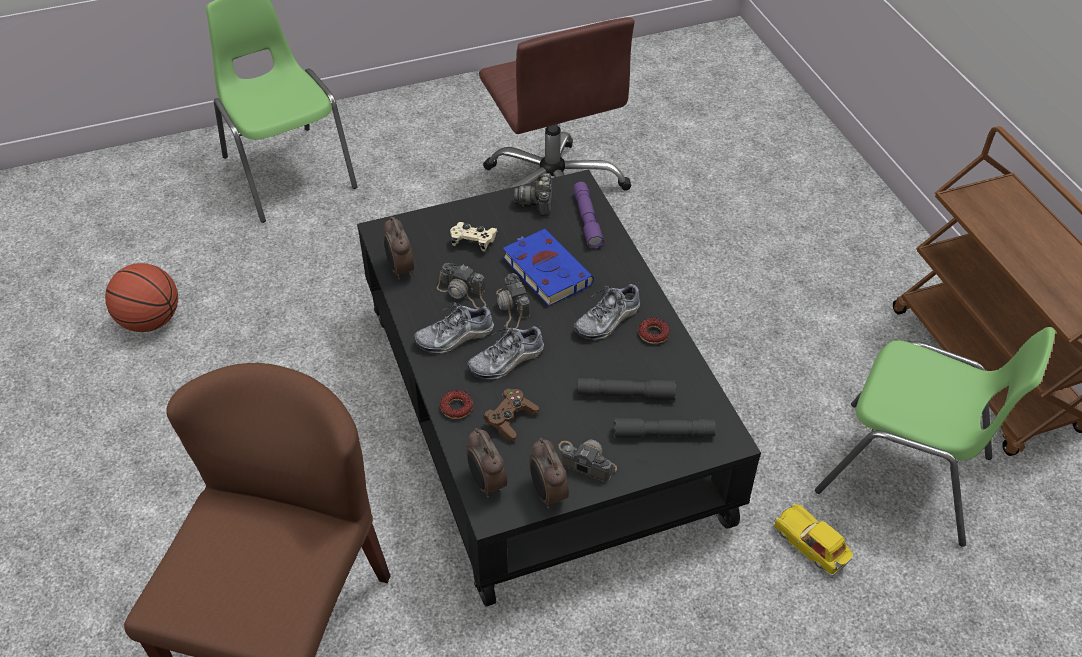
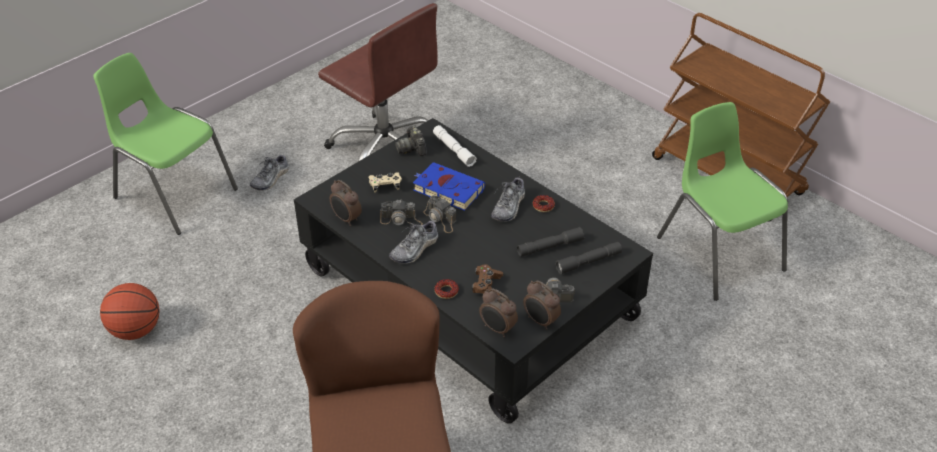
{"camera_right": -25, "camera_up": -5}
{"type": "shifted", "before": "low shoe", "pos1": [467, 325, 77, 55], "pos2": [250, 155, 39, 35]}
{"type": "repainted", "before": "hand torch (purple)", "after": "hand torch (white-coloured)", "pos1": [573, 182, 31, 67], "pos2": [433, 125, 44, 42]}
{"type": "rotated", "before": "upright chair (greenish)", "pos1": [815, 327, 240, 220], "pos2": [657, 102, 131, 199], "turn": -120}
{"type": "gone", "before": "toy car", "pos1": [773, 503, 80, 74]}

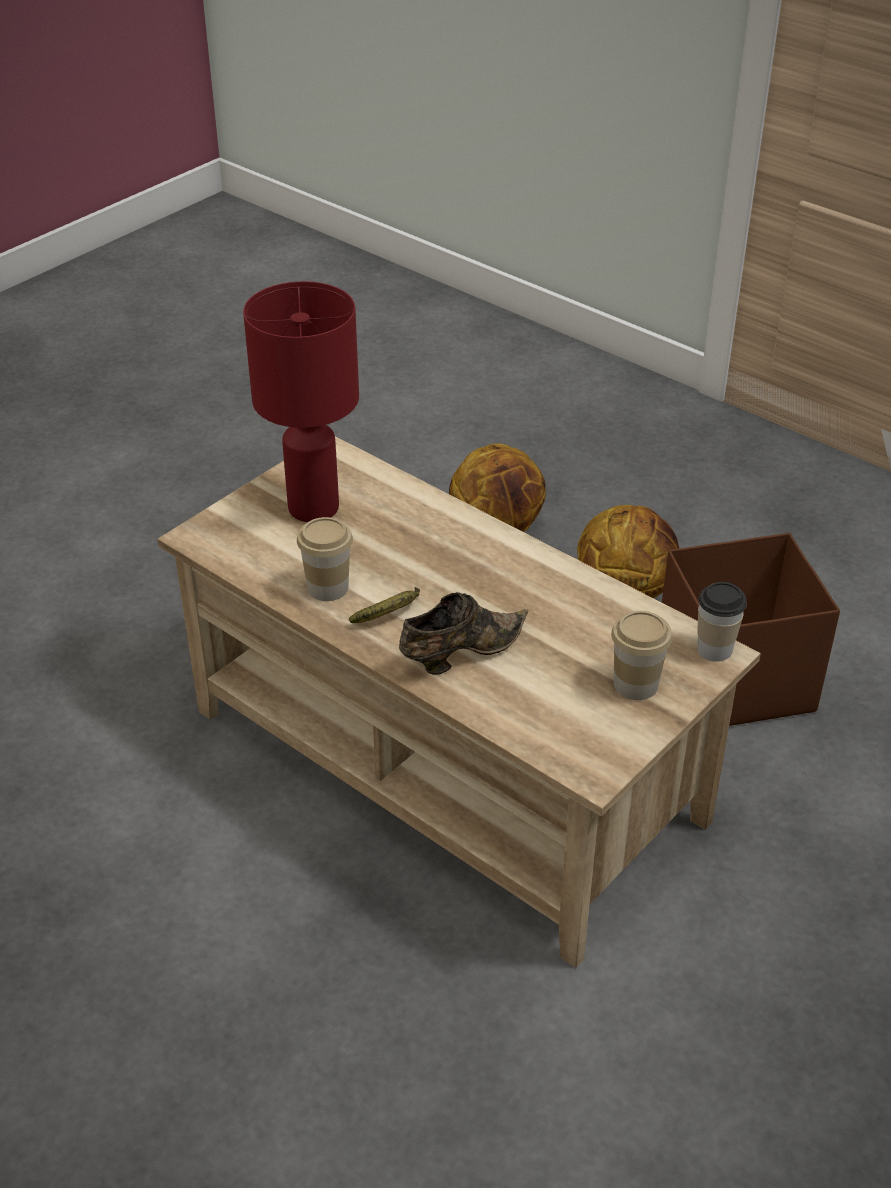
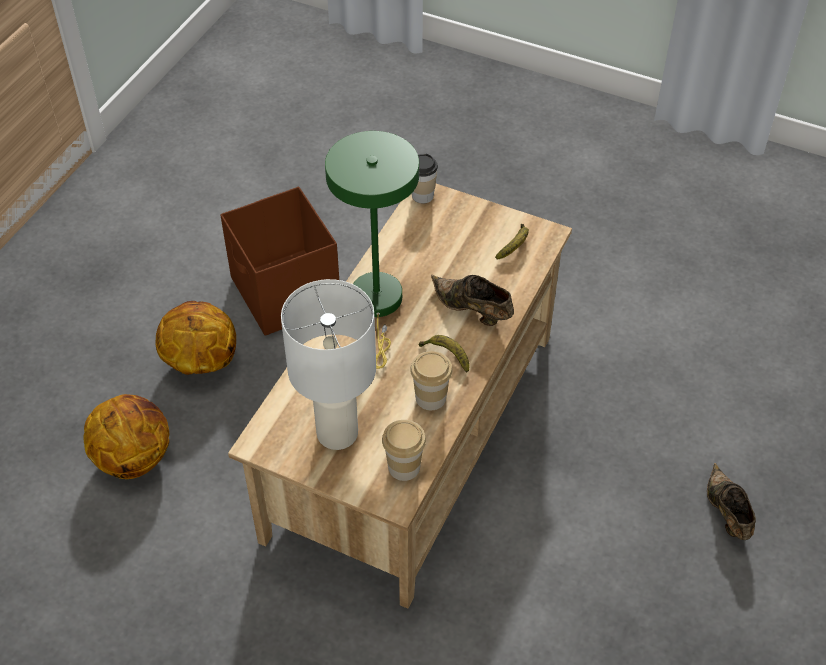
{"camera_right": -105, "camera_up": 10}
{"type": "repainted", "before": "lamp for a table (reddish)", "after": "lamp for a table (white-coloured)", "pos1": [243, 281, 116, 241], "pos2": [281, 279, 95, 171]}
{"type": "new", "after": "lamp for a table (greenish)", "pos2": [325, 131, 94, 238]}
{"type": "shifted", "before": "drinking cup", "pos1": [611, 611, 61, 89], "pos2": [382, 420, 44, 61]}
{"type": "new", "after": "banana", "pos2": [495, 224, 34, 35]}
{"type": "new", "after": "low shoe (brownish)", "pos2": [707, 463, 49, 77]}

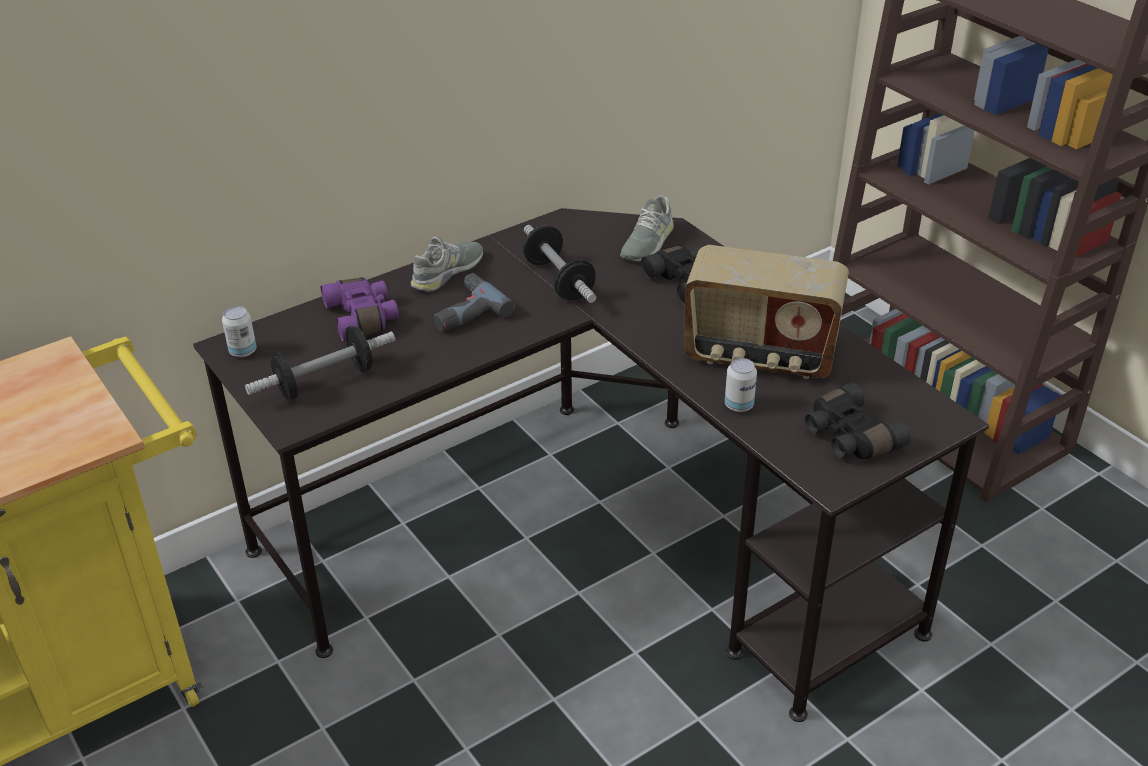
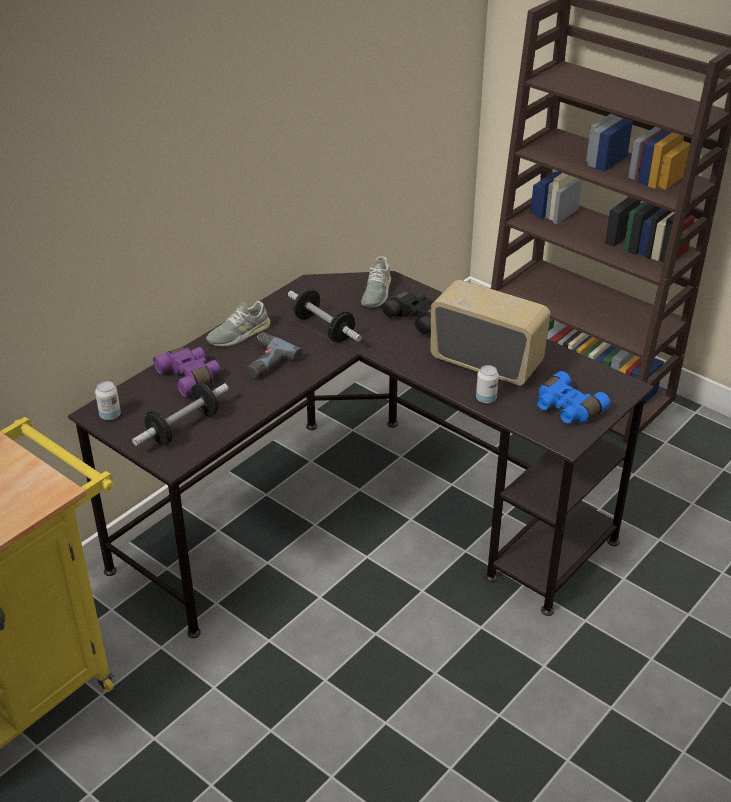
{"camera_right": -15, "camera_up": 0}
{"type": "rotated", "before": "low shoe (grey)", "pos1": [411, 236, 72, 56], "pos2": [206, 301, 65, 46], "turn": -150}
{"type": "rotated", "before": "radio receiver", "pos1": [684, 245, 165, 134], "pos2": [430, 280, 121, 105], "turn": -150}
{"type": "repainted", "before": "pair of binoculars (black-coloured)", "after": "pair of binoculars (blue)", "pos1": [805, 382, 106, 77], "pos2": [537, 371, 73, 52]}

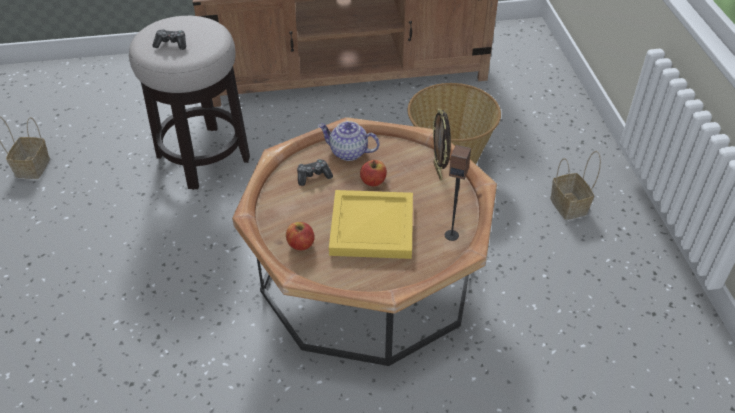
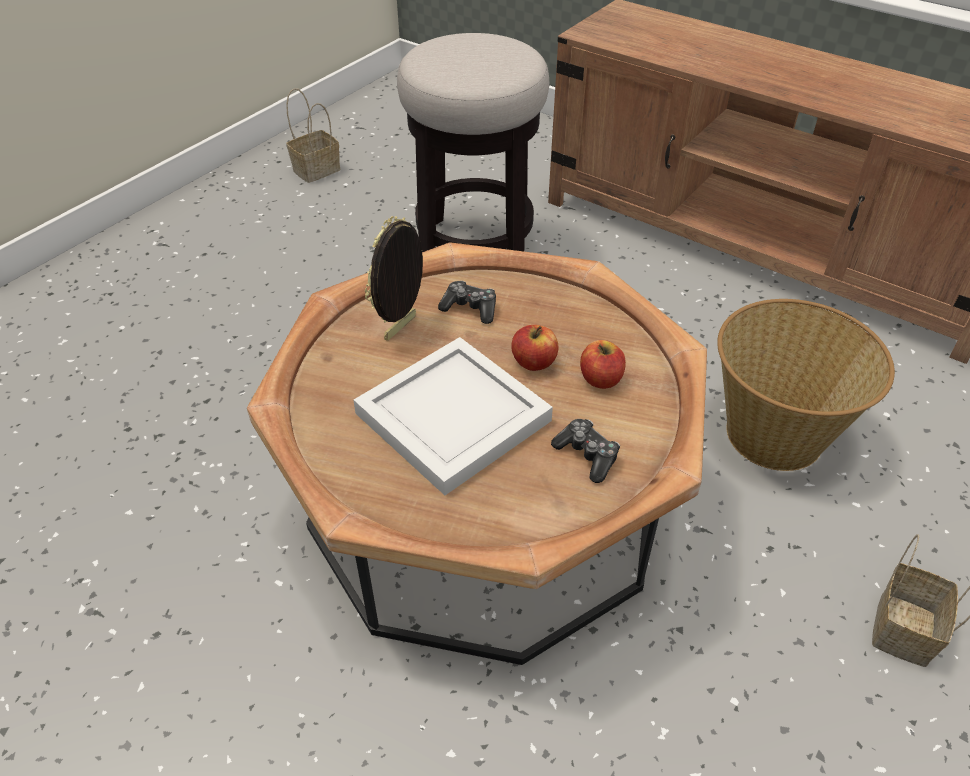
{"camera_right": 45, "camera_up": 0}
{"type": "repainted", "before": "carrying tray (yellow)", "after": "carrying tray (white-coloured)", "pos1": [329, 190, 84, 69], "pos2": [353, 337, 200, 158]}
{"type": "shifted", "before": "photo frame", "pos1": [433, 109, 18, 72], "pos2": [365, 216, 58, 125]}
{"type": "shifted", "before": "game controller", "pos1": [152, 29, 34, 21], "pos2": [551, 419, 69, 64]}
{"type": "shifted", "before": "whole apple", "pos1": [286, 222, 29, 28], "pos2": [580, 340, 46, 49]}
{"type": "gone", "before": "teapot", "pos1": [318, 121, 62, 40]}
{"type": "gone", "before": "speaker", "pos1": [445, 145, 26, 96]}

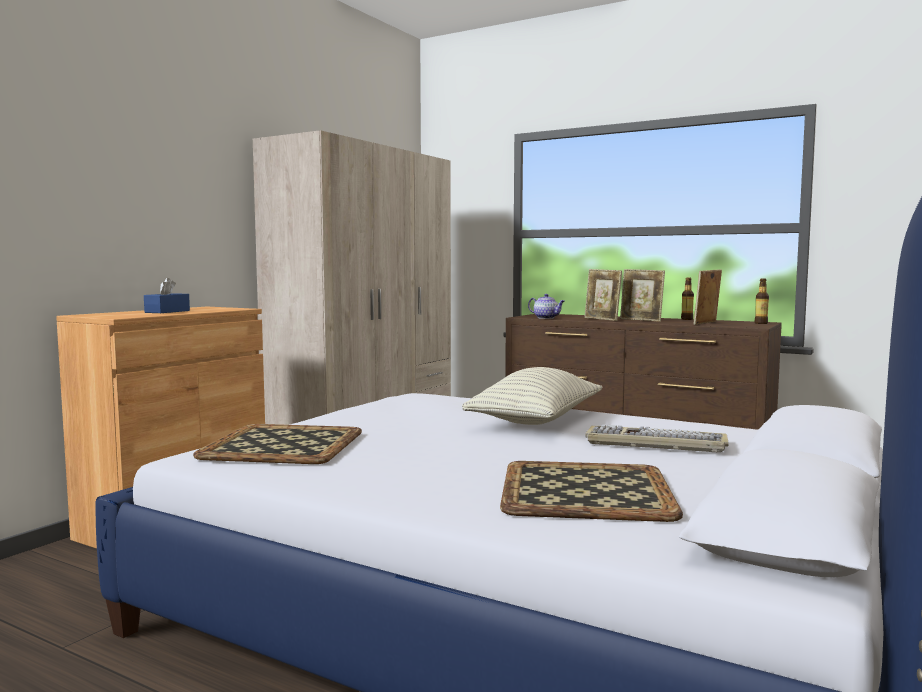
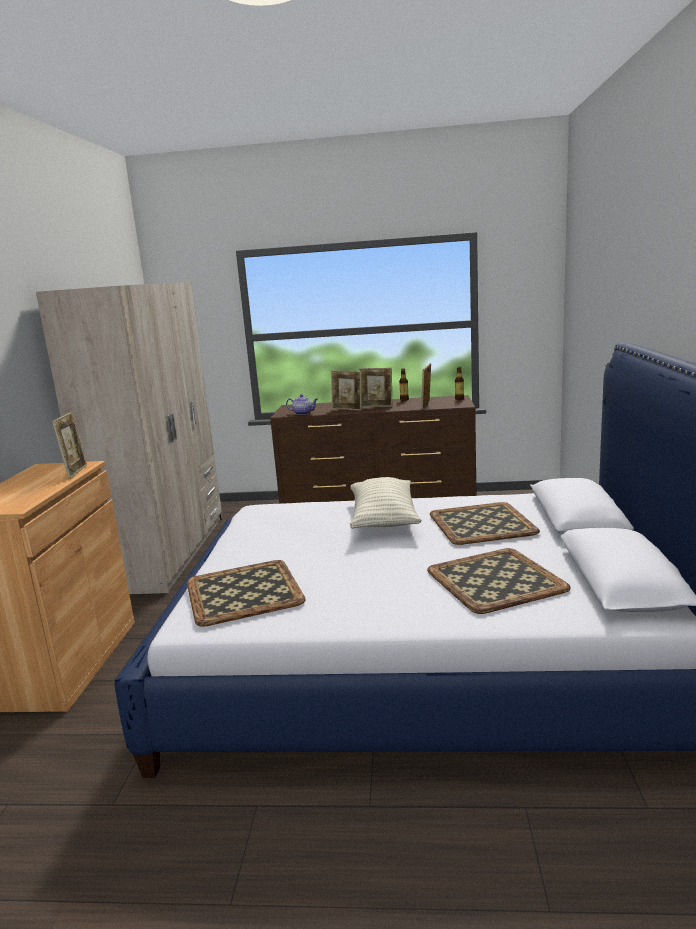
{"camera_right": -25, "camera_up": 10}
{"type": "new", "after": "photo frame", "pos2": [52, 412, 35, 67]}
{"type": "swapped", "before": "keyboard", "after": "carrying tray", "pos1": [585, 424, 144, 29], "pos2": [430, 502, 110, 43]}
{"type": "gone", "before": "tissue box (blue)", "pos1": [144, 277, 46, 36]}

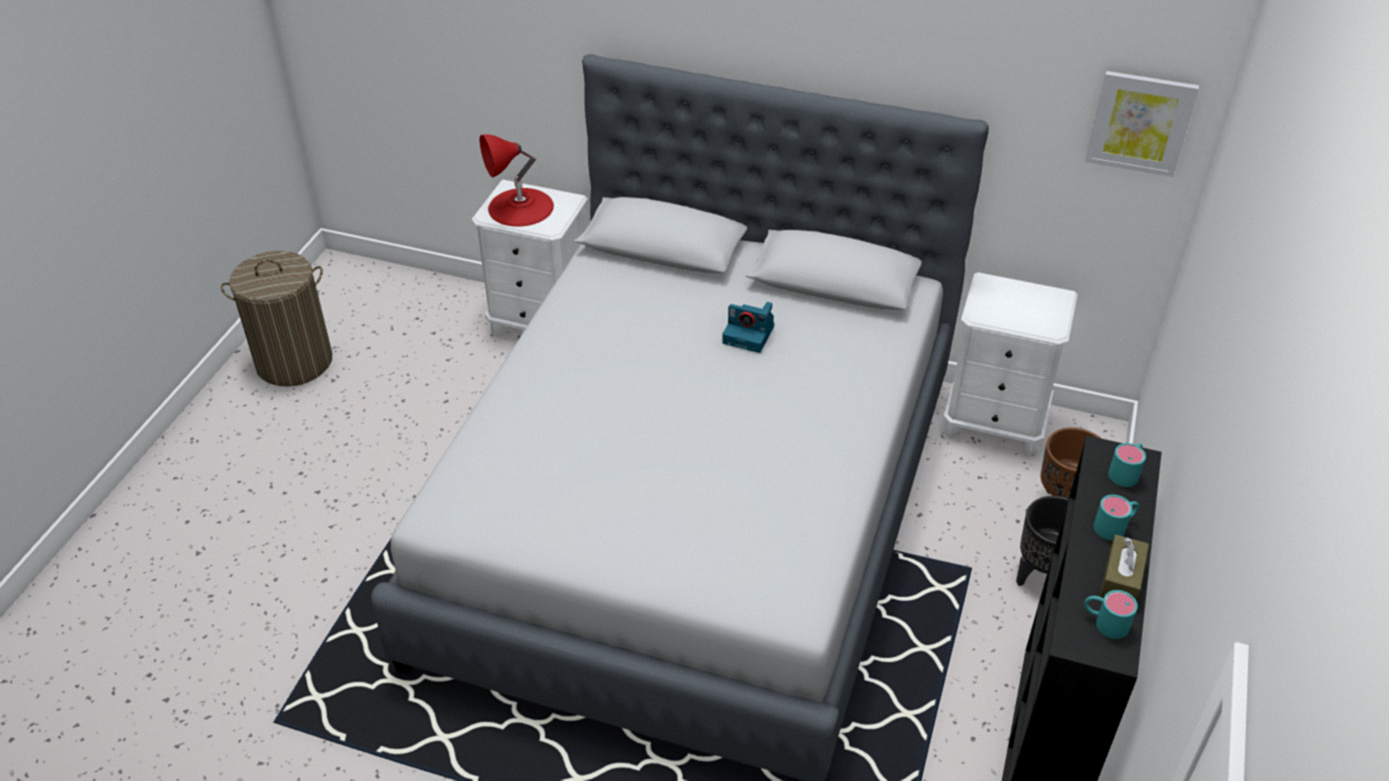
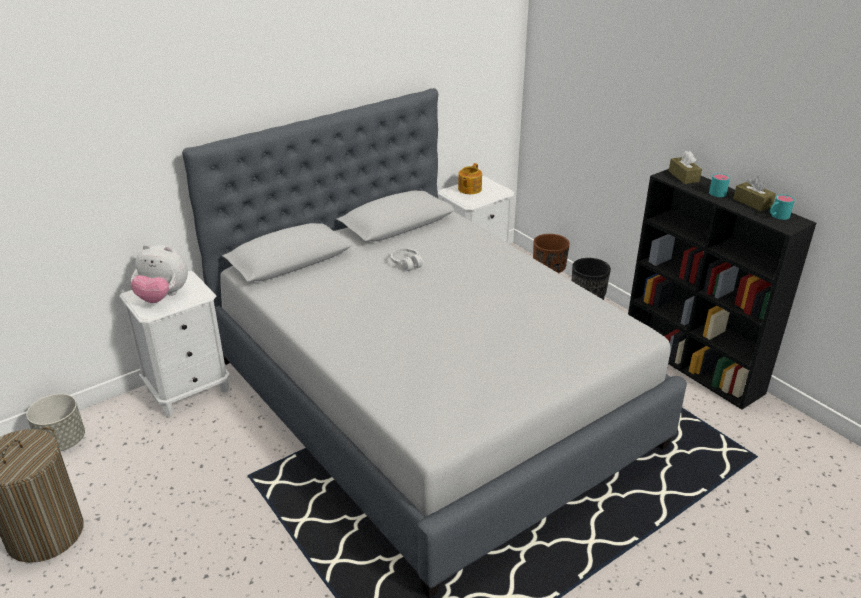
{"camera_right": -55, "camera_up": -10}
{"type": "new", "after": "flower pot (grey)", "pos2": [26, 394, 59, 57]}
{"type": "swapped", "before": "lamp for a table (reddish)", "after": "soft toy", "pos1": [480, 134, 74, 93], "pos2": [130, 245, 58, 58]}
{"type": "swapped", "before": "photo camera", "after": "pair of headphones (white-coloured)", "pos1": [722, 302, 52, 51], "pos2": [391, 248, 32, 23]}
{"type": "new", "after": "teapot", "pos2": [458, 163, 24, 31]}
{"type": "swapped", "before": "coffee mug (turquoise)", "after": "tissue box (brownish)", "pos1": [1108, 443, 38, 44], "pos2": [669, 151, 33, 33]}
{"type": "gone", "before": "wall picture", "pos1": [1085, 71, 114, 106]}

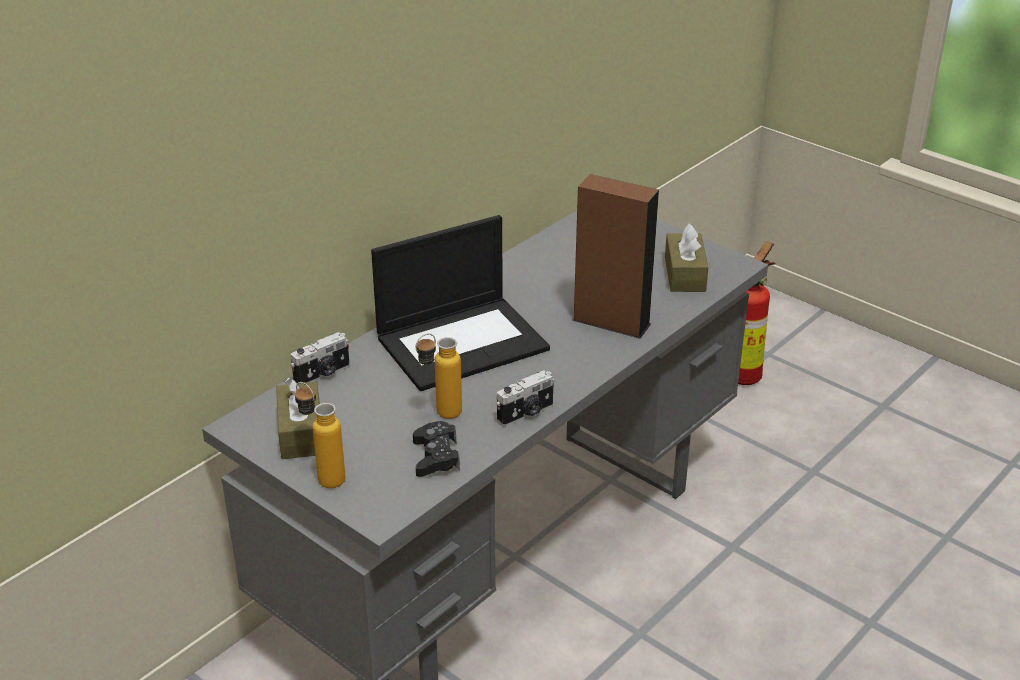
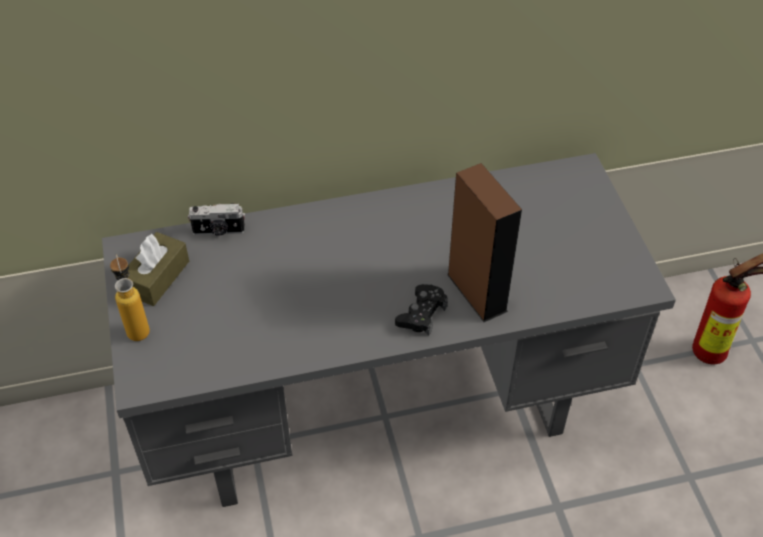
{"camera_right": 35, "camera_up": 15}
{"type": "shifted", "before": "game controller (black-coloured)", "pos1": [413, 421, 47, 56], "pos2": [395, 284, 53, 52]}
{"type": "gone", "before": "notebook computer", "pos1": [371, 215, 179, 176]}
{"type": "gone", "before": "beverage bottle", "pos1": [416, 333, 46, 86]}
{"type": "gone", "before": "photo camera", "pos1": [496, 370, 58, 57]}
{"type": "gone", "before": "tissue box (brownish)", "pos1": [665, 224, 44, 68]}

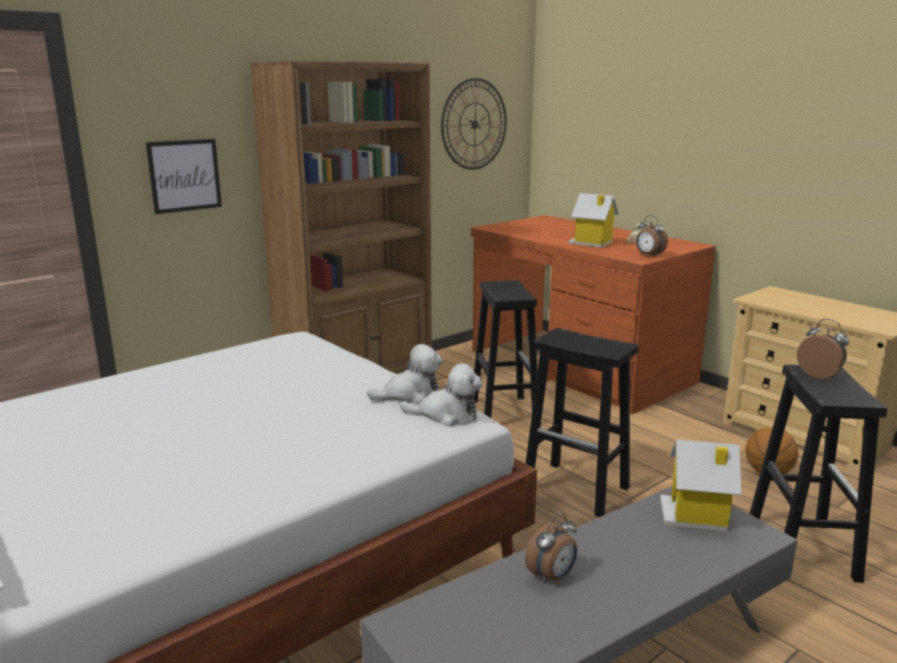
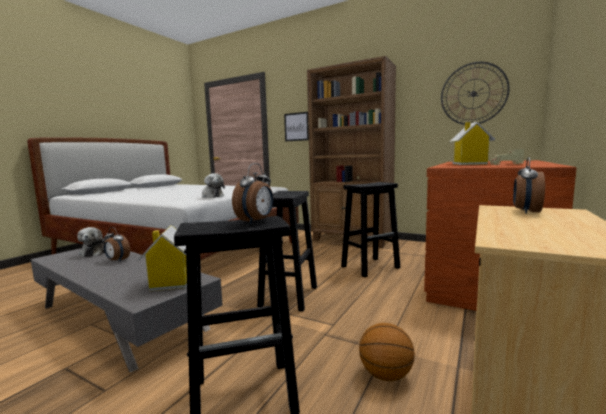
{"camera_right": 70, "camera_up": -10}
{"type": "shifted", "before": "soft toy", "pos1": [400, 363, 83, 64], "pos2": [77, 227, 30, 30]}
{"type": "shifted", "before": "table clock", "pos1": [636, 215, 32, 42], "pos2": [513, 157, 32, 57]}

